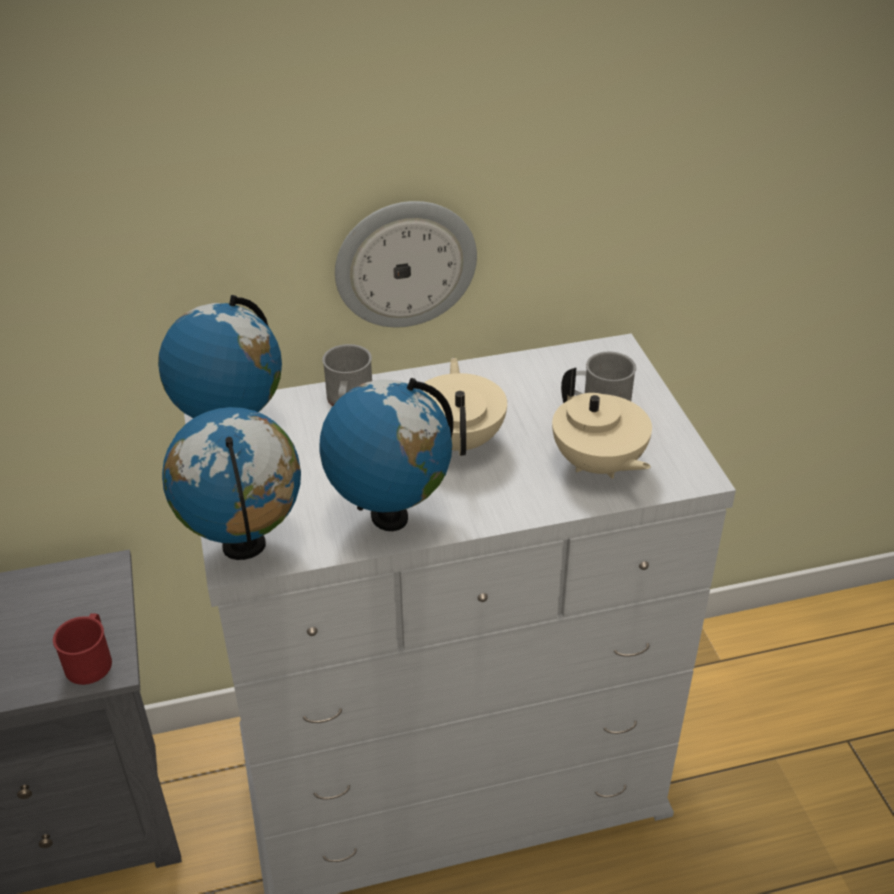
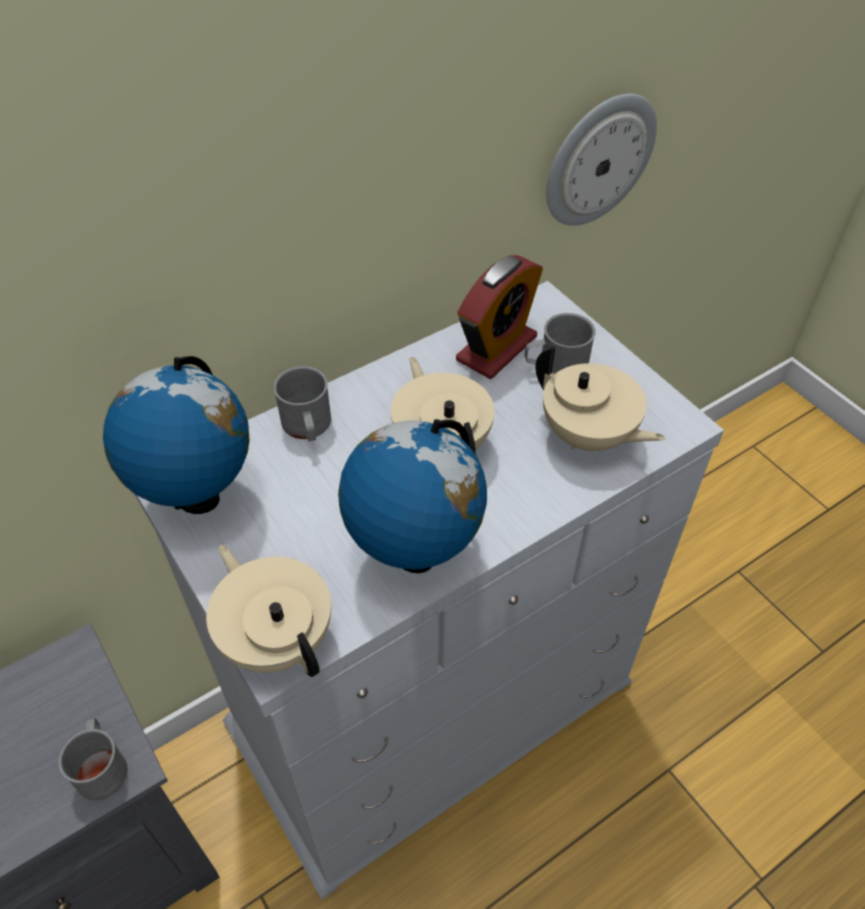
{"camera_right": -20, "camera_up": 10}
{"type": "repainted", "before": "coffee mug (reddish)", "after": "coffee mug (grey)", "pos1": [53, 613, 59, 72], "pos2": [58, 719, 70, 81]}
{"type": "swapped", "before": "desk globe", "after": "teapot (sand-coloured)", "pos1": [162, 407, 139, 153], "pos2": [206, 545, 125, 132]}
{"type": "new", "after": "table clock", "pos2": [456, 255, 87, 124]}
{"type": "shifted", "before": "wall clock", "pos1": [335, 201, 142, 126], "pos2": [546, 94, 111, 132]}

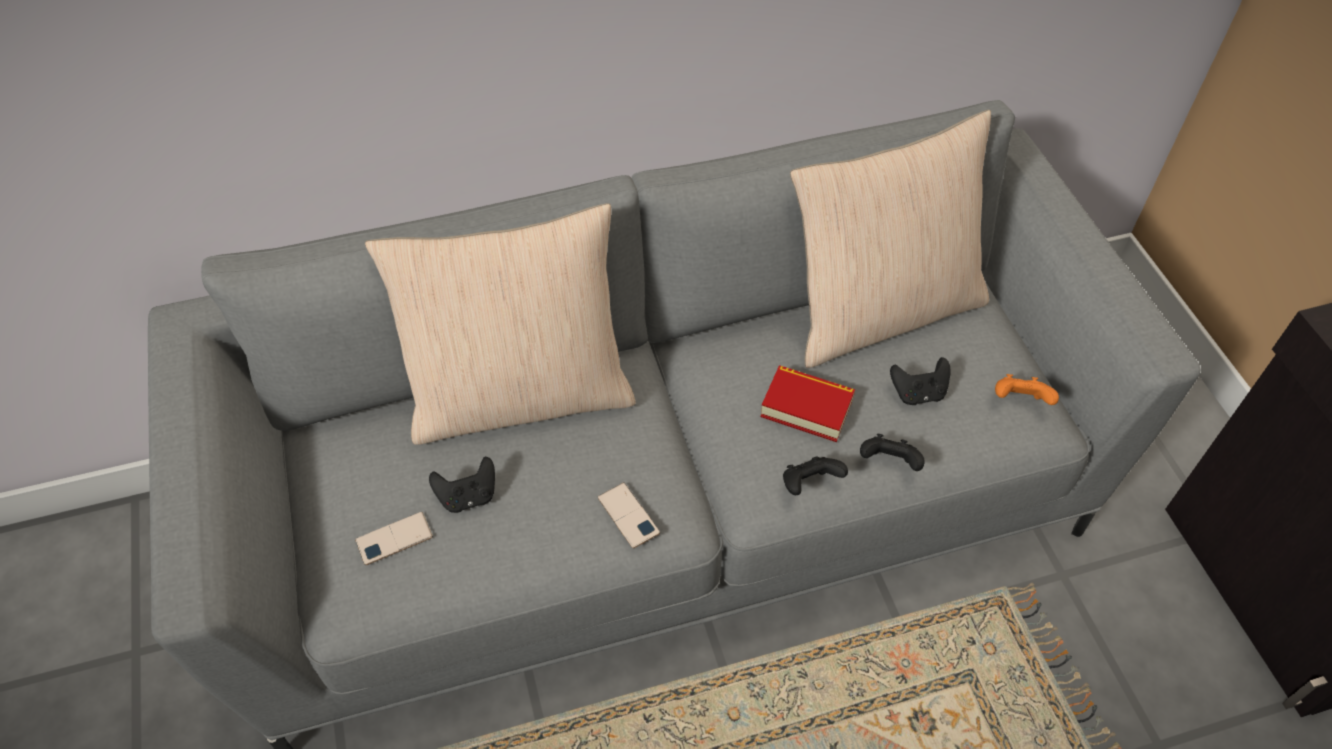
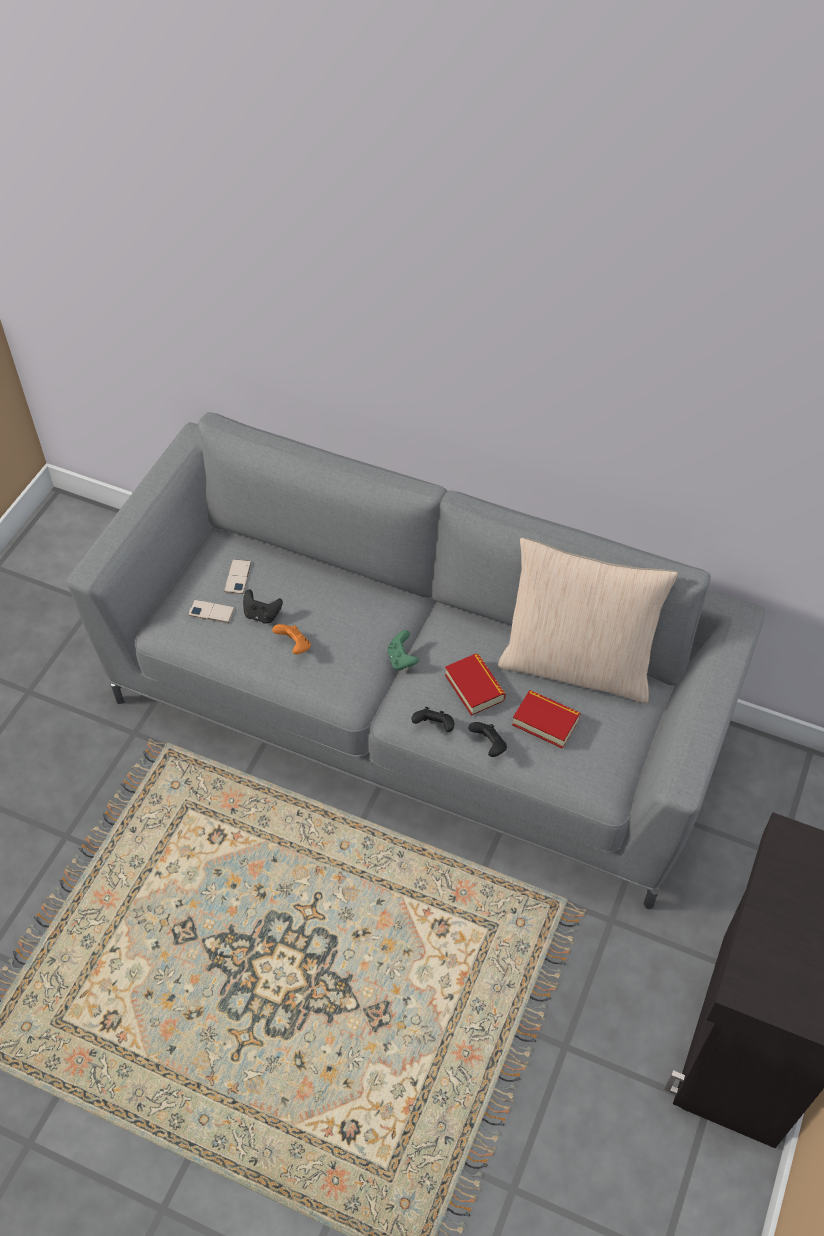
{"camera_right": 40, "camera_up": 0}
{"type": "shifted", "before": "phone", "pos1": [598, 482, 62, 66], "pos2": [224, 559, 28, 35]}
{"type": "shifted", "before": "game controller (orange-coloured)", "pos1": [995, 374, 64, 31], "pos2": [272, 624, 39, 30]}
{"type": "new", "after": "game controller (greenish)", "pos2": [387, 630, 32, 40]}
{"type": "swapped", "before": "game controller (black-coloured)", "after": "volume", "pos1": [890, 357, 60, 48], "pos2": [512, 690, 69, 59]}
{"type": "gone", "before": "throw pillow (sand-coloured)", "pos1": [365, 203, 271, 242]}

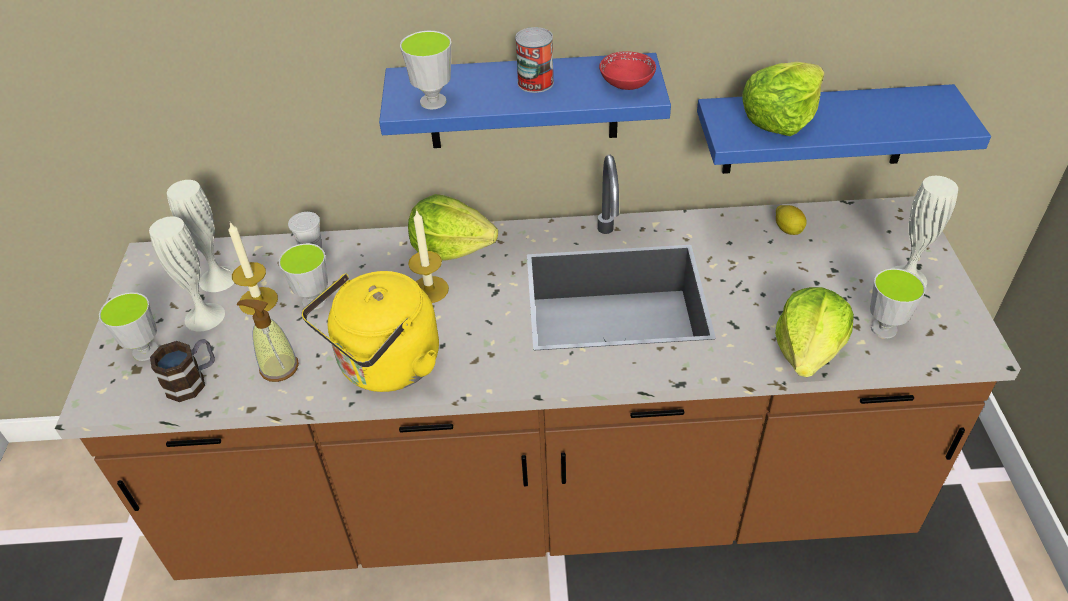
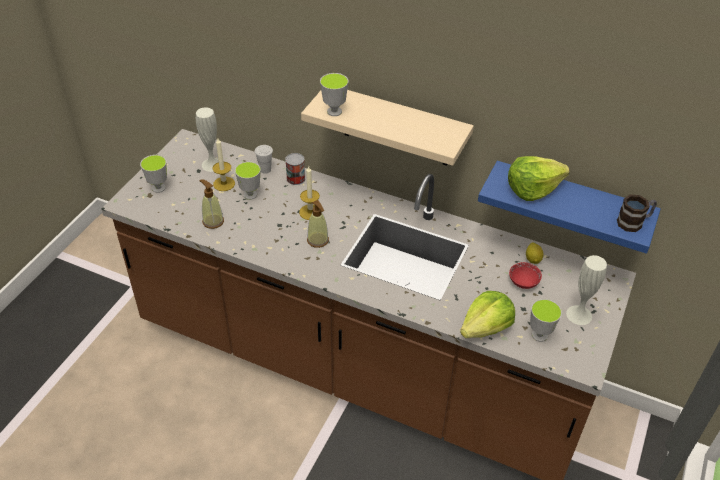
{"camera_right": 25, "camera_up": 0}
{"type": "shifted", "before": "sealed can", "pos1": [515, 27, 39, 66], "pos2": [285, 153, 20, 32]}
{"type": "repainted", "before": "bracket shelf (blue)", "after": "bracket shelf (sand-coloured)", "pos1": [379, 53, 292, 95], "pos2": [301, 90, 173, 76]}
{"type": "new", "after": "soap bottle", "pos2": [307, 200, 22, 48]}
{"type": "shifted", "before": "deep dish (reddish)", "pos1": [599, 51, 57, 39], "pos2": [509, 262, 33, 27]}
{"type": "shifted", "before": "coffee mug", "pos1": [150, 339, 65, 63], "pos2": [617, 194, 40, 38]}
{"type": "gone", "before": "decorative vase (white-coloured)", "pos1": [149, 216, 76, 116]}
{"type": "gone", "before": "kettle (yellow)", "pos1": [302, 271, 137, 121]}
{"type": "gone", "before": "lettuce", "pos1": [408, 194, 90, 67]}

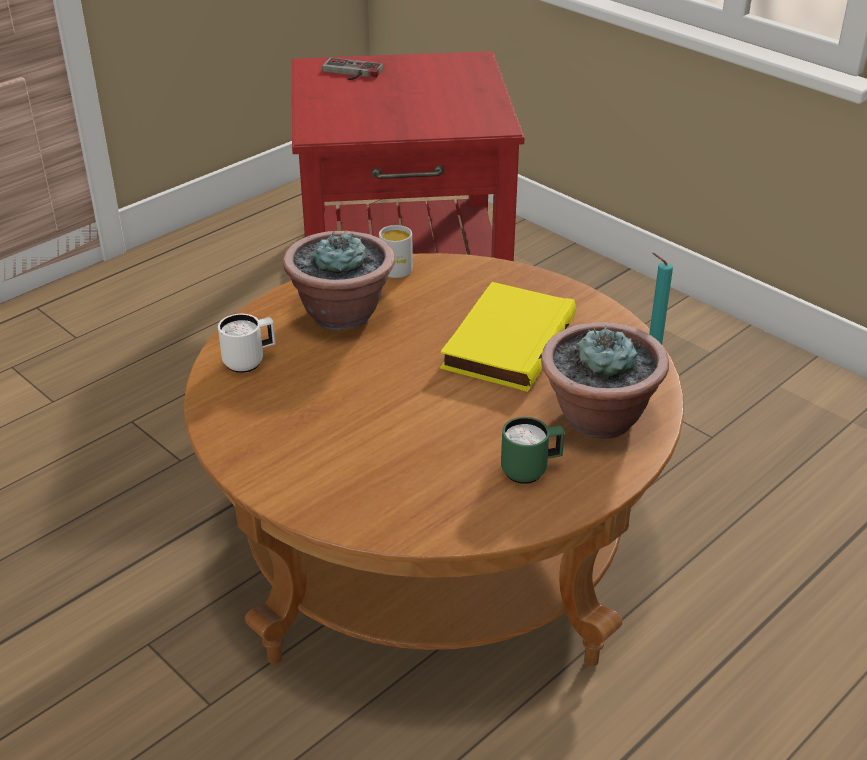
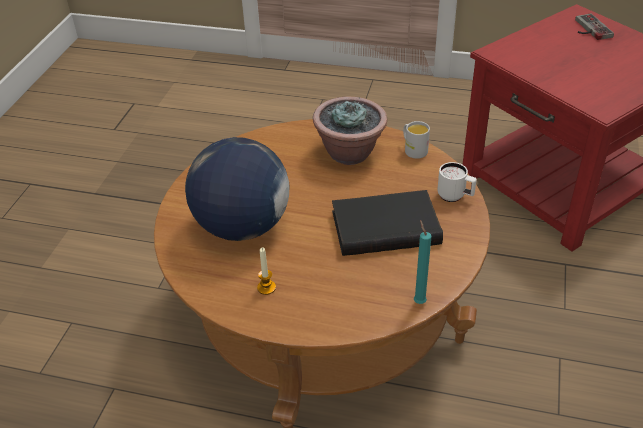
{"camera_right": 60, "camera_up": 5}
{"type": "new", "after": "desk globe", "pos2": [185, 137, 104, 104]}
{"type": "swapped", "before": "coffee mug (greenish)", "after": "wax candle", "pos1": [501, 417, 64, 67], "pos2": [257, 248, 19, 47]}
{"type": "repainted", "before": "volume (yellow)", "after": "volume (black-coloured)", "pos1": [440, 282, 136, 110], "pos2": [332, 190, 111, 66]}
{"type": "shifted", "before": "coffee mug (white-coloured)", "pos1": [218, 314, 58, 59], "pos2": [437, 162, 40, 40]}
{"type": "gone", "before": "houseplant", "pos1": [541, 322, 128, 116]}

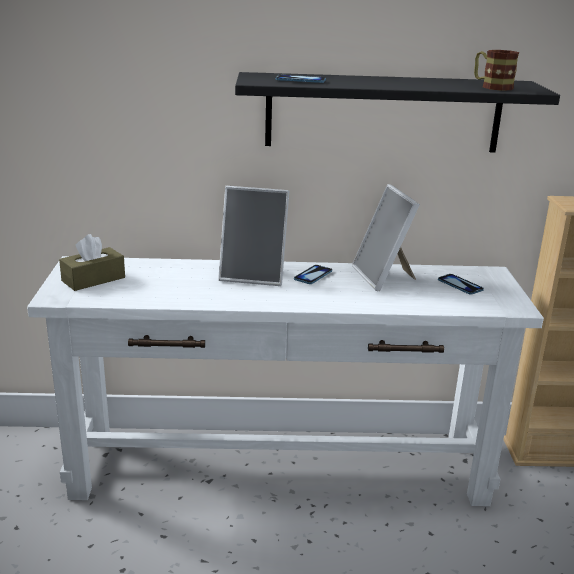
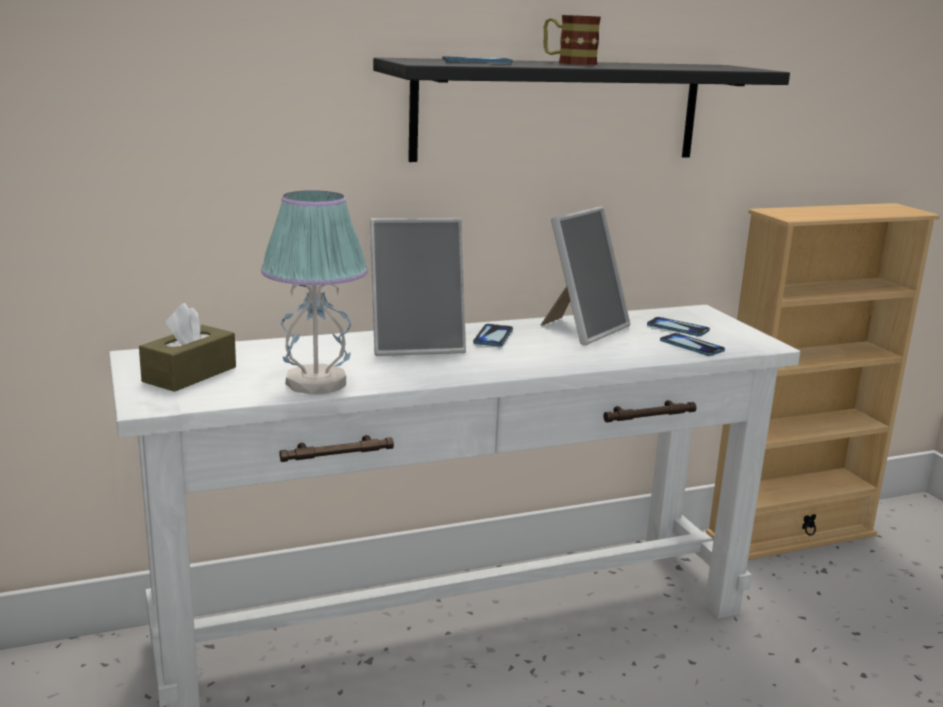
{"camera_right": -20, "camera_up": -5}
{"type": "new", "after": "lamp for a table", "pos2": [261, 190, 107, 204]}
{"type": "rotated", "before": "photo frame", "pos1": [352, 184, 68, 107], "pos2": [541, 206, 89, 139], "turn": -105}
{"type": "shifted", "before": "coffee mug", "pos1": [474, 50, 45, 41], "pos2": [544, 15, 57, 50]}
{"type": "new", "after": "phone", "pos2": [660, 333, 65, 23]}

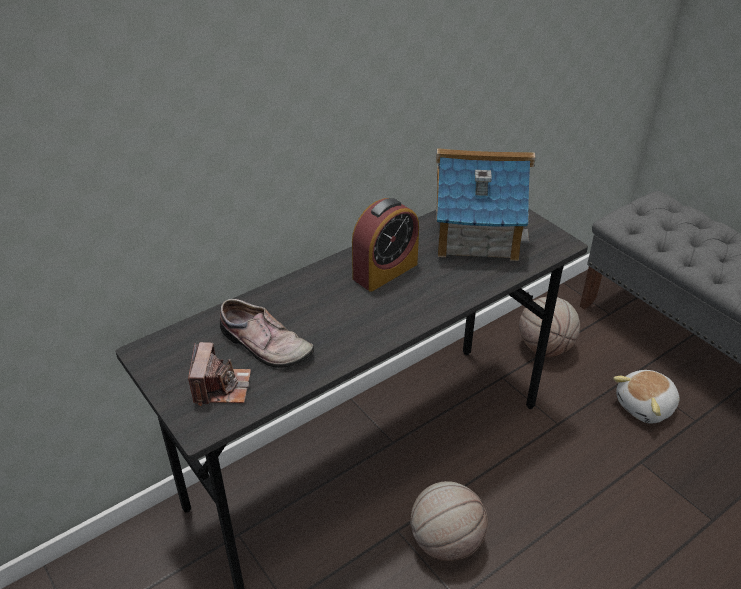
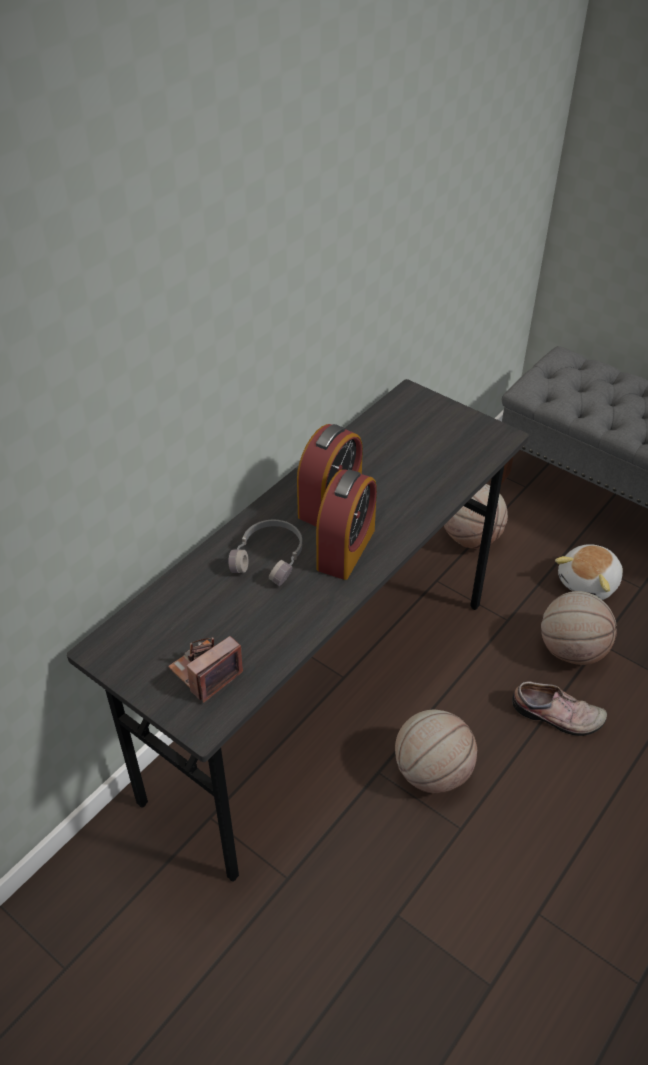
{"camera_right": -15, "camera_up": 5}
{"type": "rotated", "before": "photo camera", "pos1": [188, 342, 63, 64], "pos2": [168, 636, 75, 67], "turn": -120}
{"type": "new", "after": "pair of headphones (grey)", "pos2": [229, 520, 73, 66]}
{"type": "new", "after": "table clock", "pos2": [316, 469, 61, 111]}
{"type": "shifted", "before": "low shoe", "pos1": [220, 299, 95, 69], "pos2": [512, 681, 95, 55]}
{"type": "new", "after": "basketball", "pos2": [541, 591, 76, 74]}
{"type": "gone", "before": "miniature house", "pos1": [436, 148, 100, 113]}

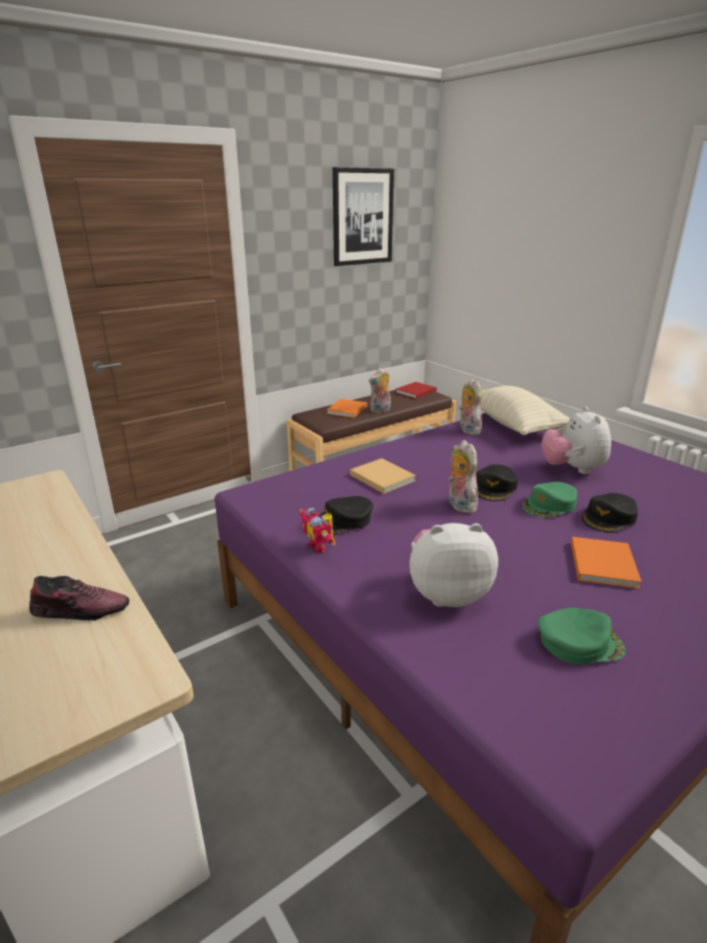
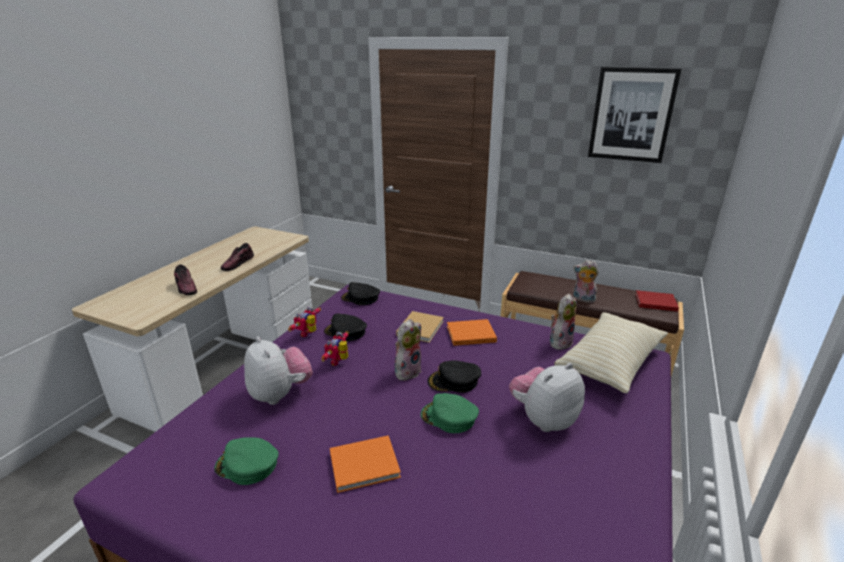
{"camera_right": 60, "camera_up": 0}
{"type": "rotated", "before": "baseball cap (greenish)", "pos1": [538, 608, 88, 57], "pos2": [214, 437, 65, 48], "turn": 135}
{"type": "new", "after": "low shoe", "pos2": [221, 243, 33, 28]}
{"type": "new", "after": "model robot", "pos2": [321, 331, 28, 35]}
{"type": "shifted", "before": "baseball cap (black-coloured)", "pos1": [582, 493, 56, 39], "pos2": [341, 282, 39, 23]}
{"type": "shifted", "before": "volume (orange-coloured)", "pos1": [327, 399, 40, 19], "pos2": [447, 319, 50, 27]}

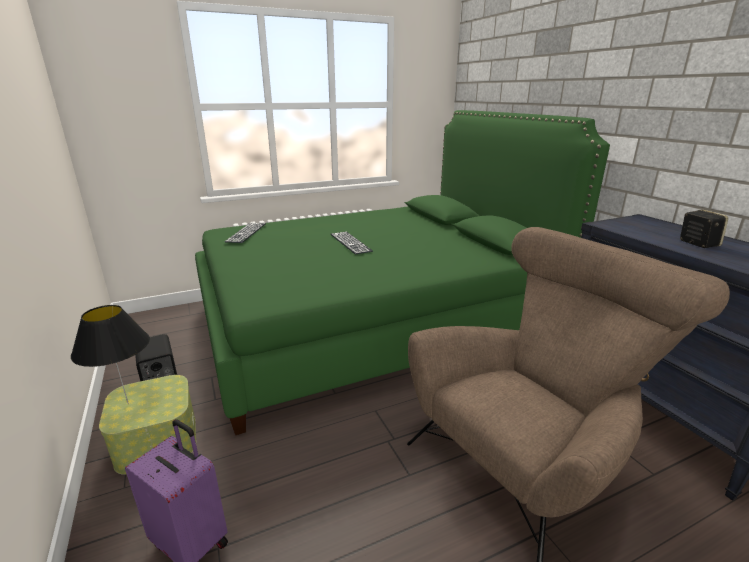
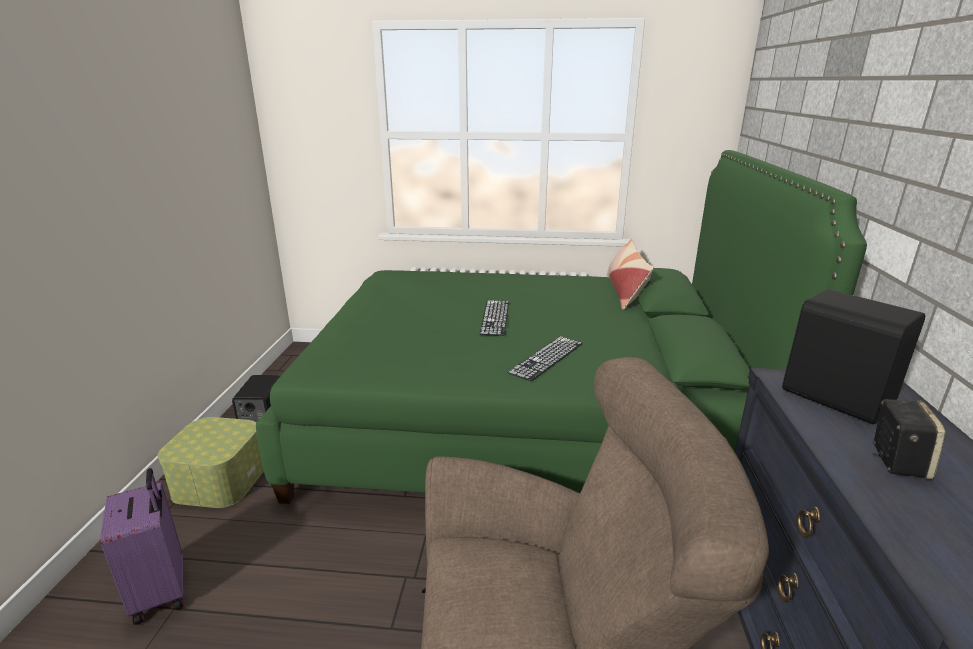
{"camera_right": 30, "camera_up": 0}
{"type": "shifted", "before": "keyboard", "pos1": [225, 223, 41, 20], "pos2": [507, 336, 76, 45]}
{"type": "new", "after": "throw pillow", "pos2": [607, 239, 47, 71]}
{"type": "new", "after": "speaker (black-coloured)", "pos2": [782, 289, 143, 135]}
{"type": "gone", "before": "lamp for a table (black-coloured)", "pos1": [71, 305, 79, 99]}

